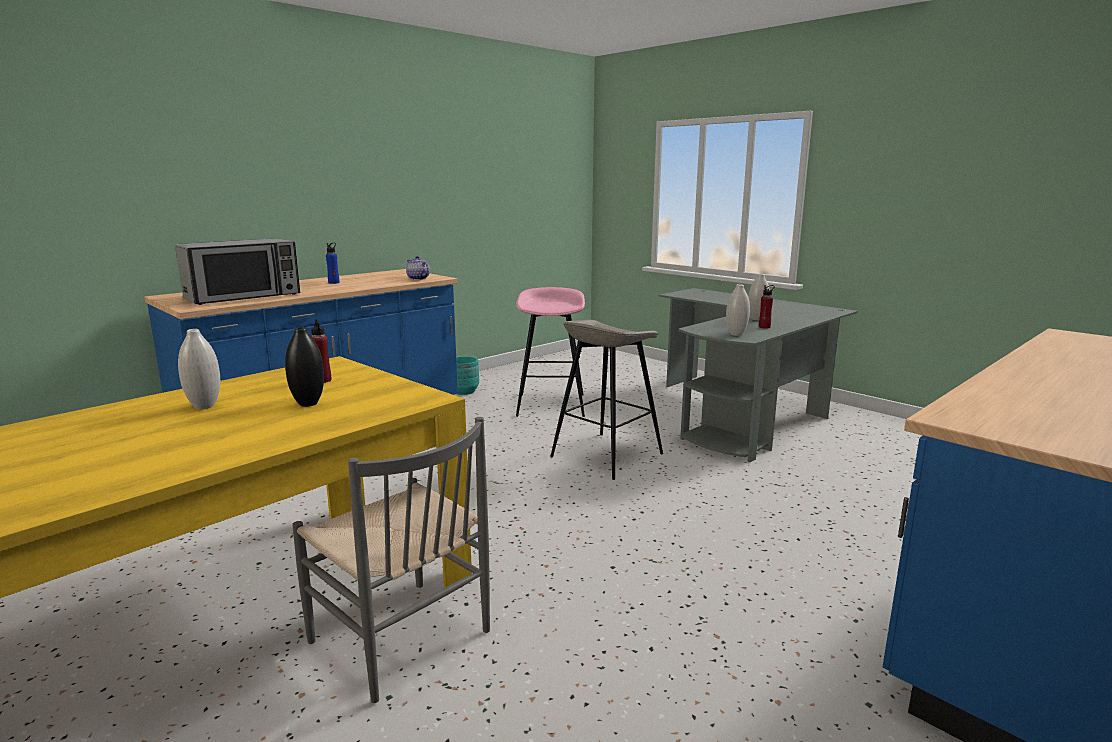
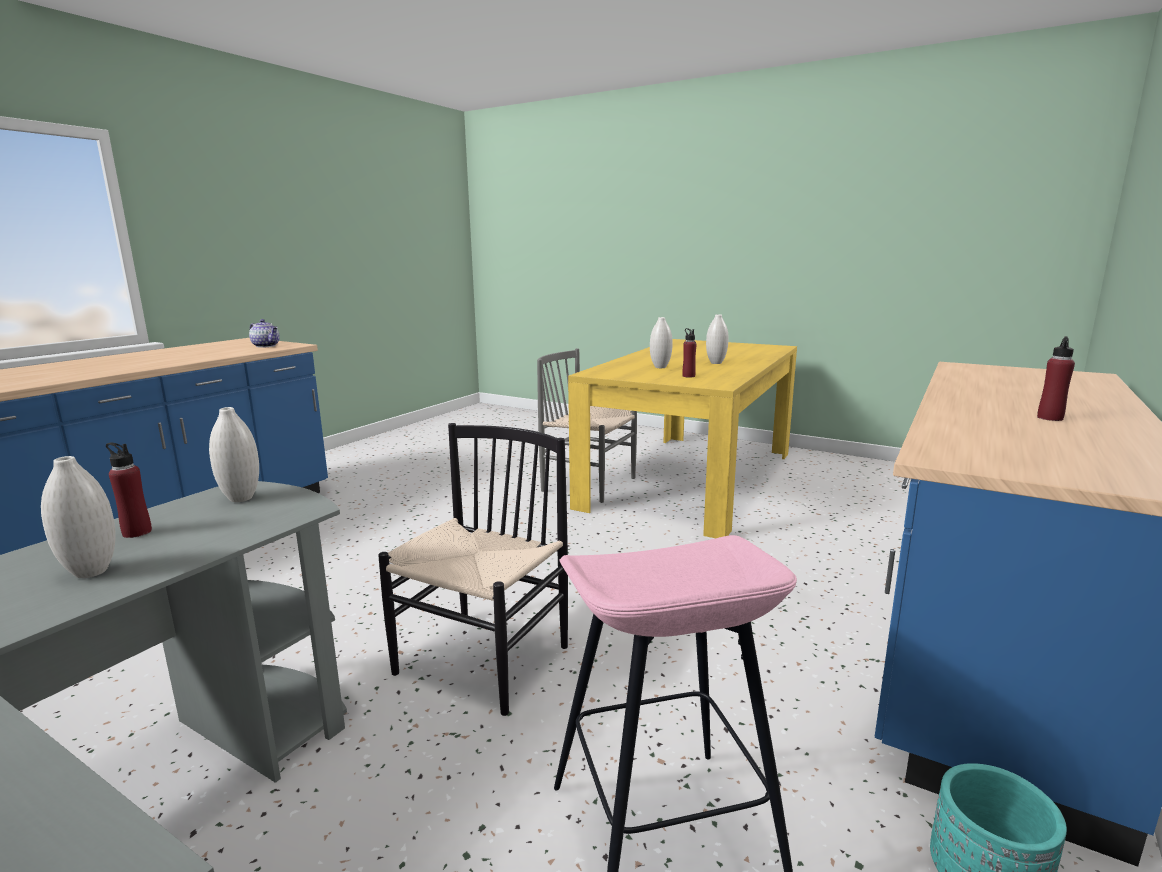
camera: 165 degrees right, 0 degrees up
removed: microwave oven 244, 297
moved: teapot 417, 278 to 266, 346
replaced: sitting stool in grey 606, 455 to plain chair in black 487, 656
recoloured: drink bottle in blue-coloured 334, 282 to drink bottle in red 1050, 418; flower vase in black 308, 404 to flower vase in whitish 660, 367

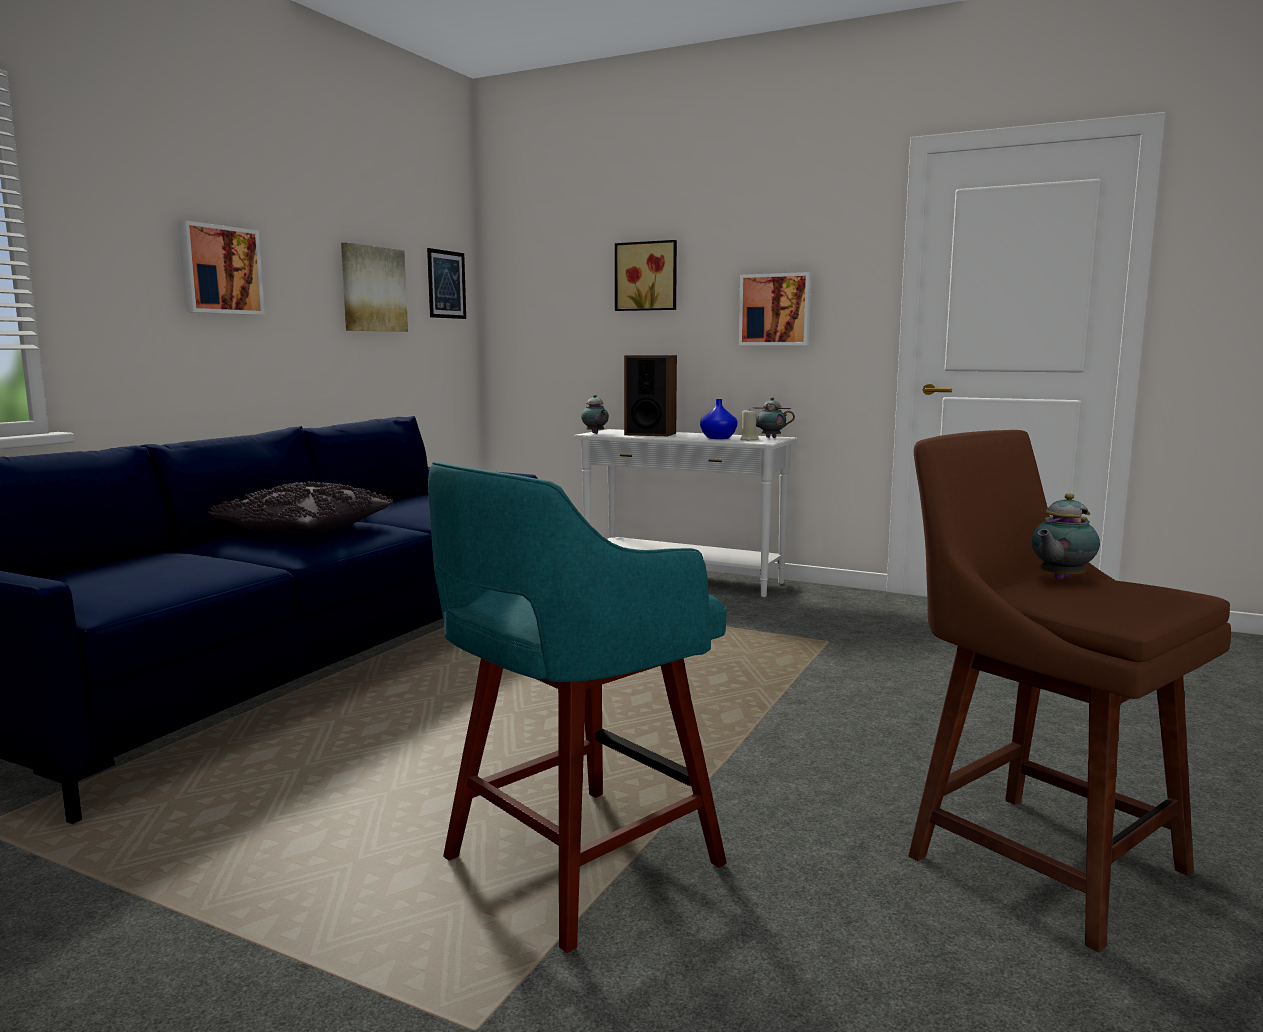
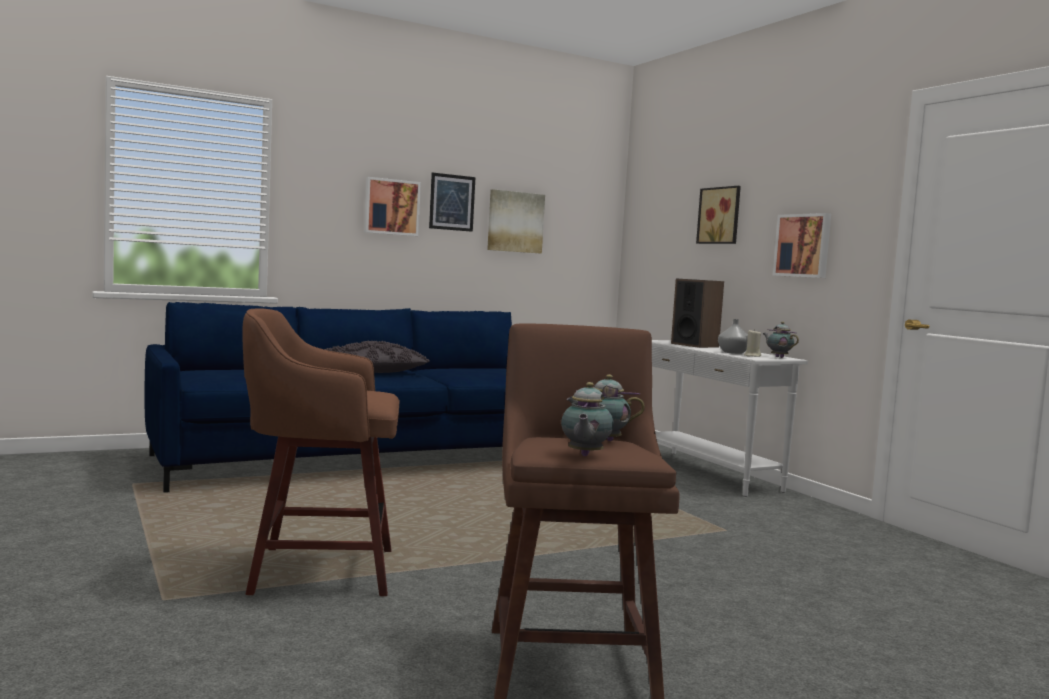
camera: 35 degrees right, 5 degrees down
moved: picture 446, 284 to 452, 202; teapot 595, 433 to 584, 455
recoloured: flower vase in blue-coloured 719, 438 to flower vase in grey 734, 352; sitting stool in turquoise-coloured 575, 864 to sitting stool in brown-coloured 318, 570

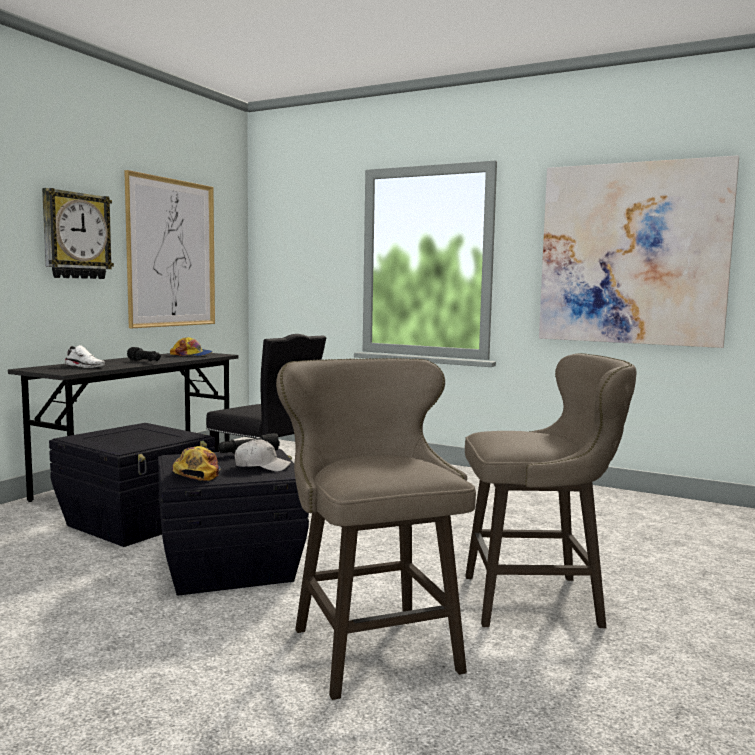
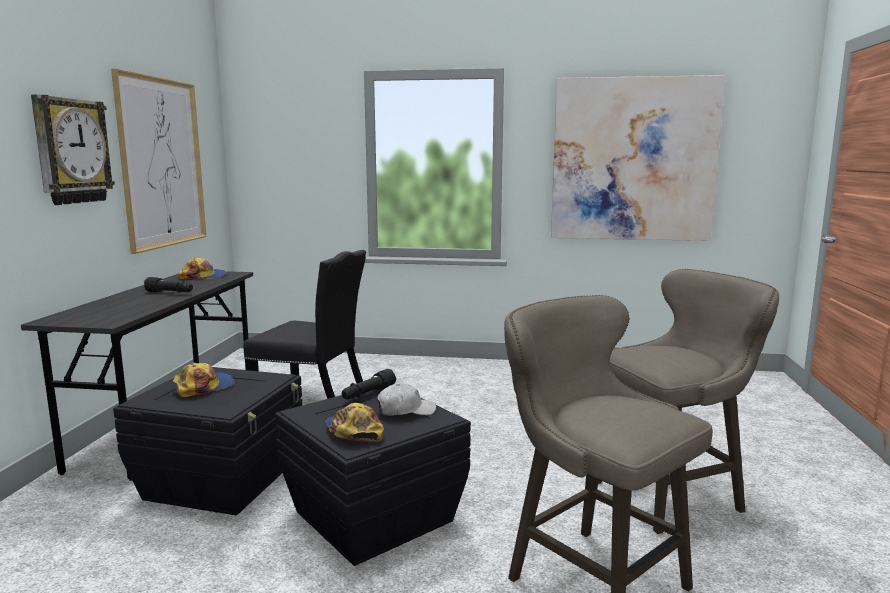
camera: 20 degrees left, 5 degrees up
removed: low shoe in whitish 86, 366
added: cap 204, 387

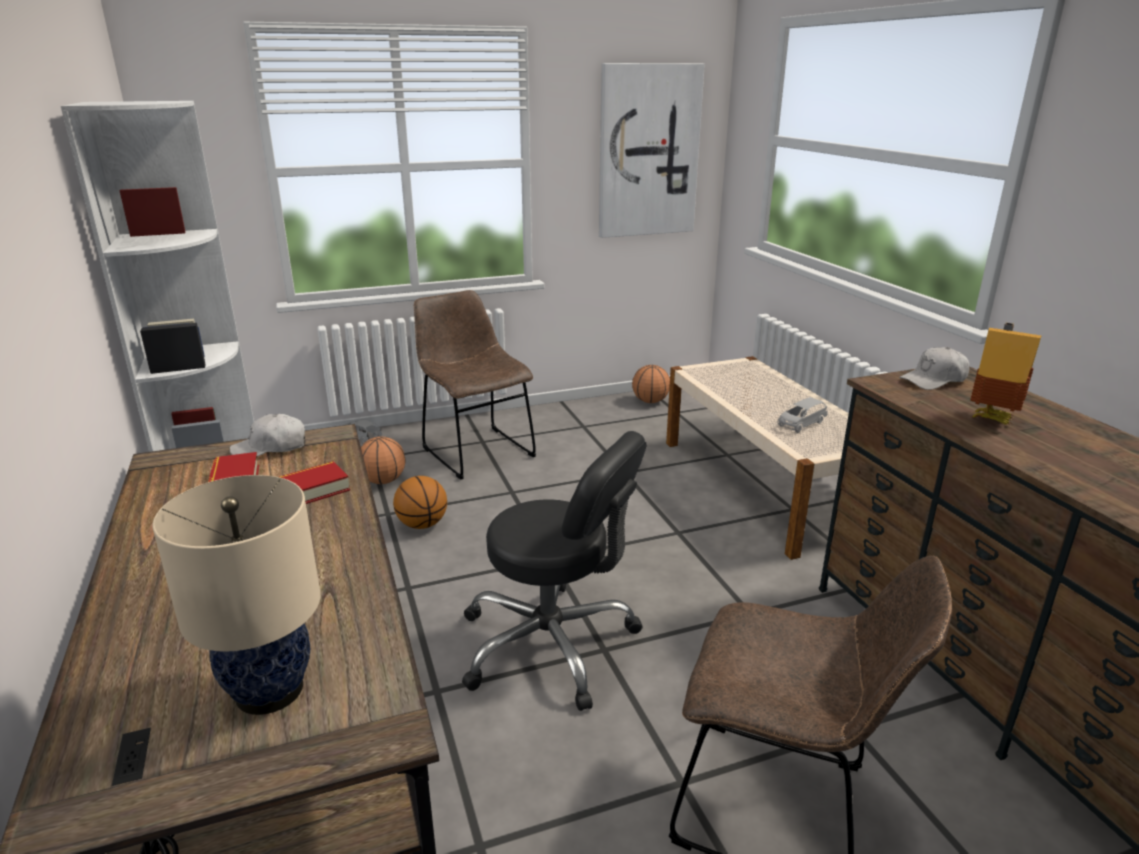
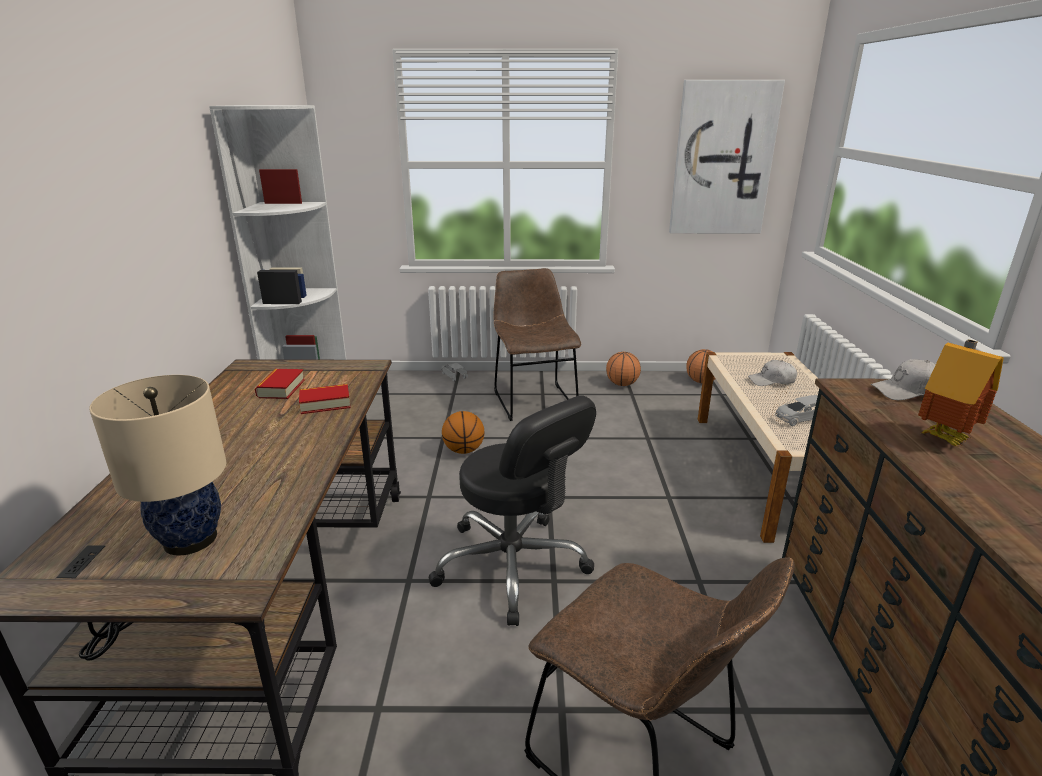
camera: 20 degrees right, 0 degrees up
moved: cap in whitish 270, 448 to 771, 381; ball for basketball 383, 481 to 622, 384

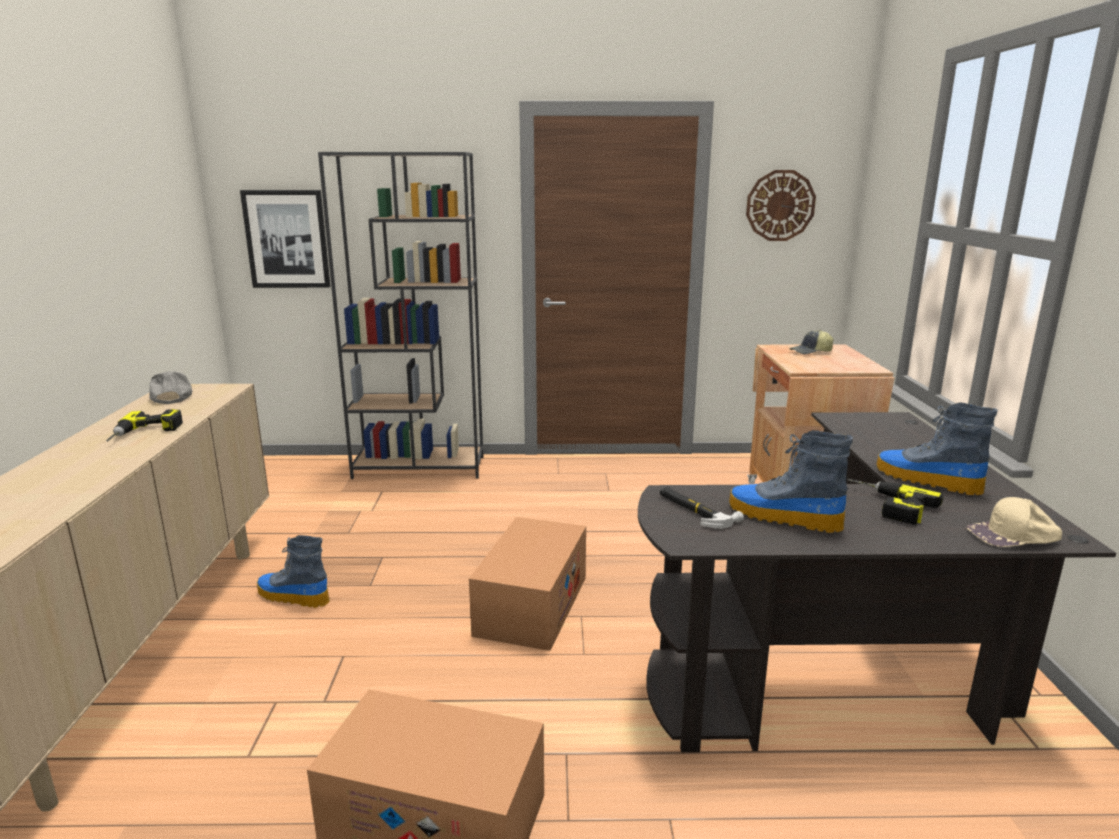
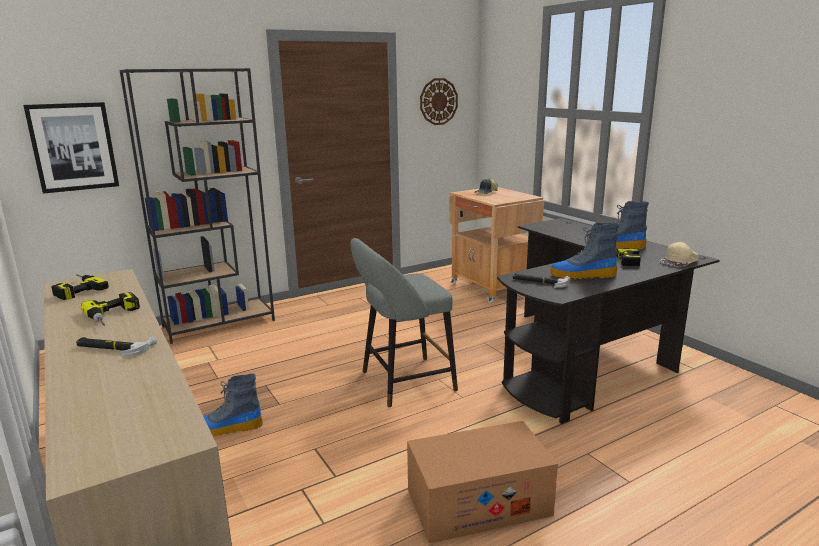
camera: 30 degrees left, 0 degrees up
added: tool hammer 113, 348
replaced: cap in grey 171, 396 to electric drill 75, 289; carton 532, 605 to sitting stool in grey 403, 382

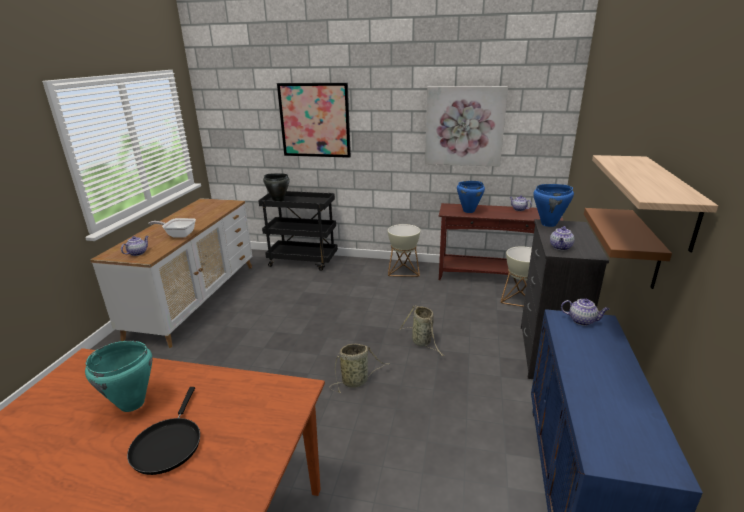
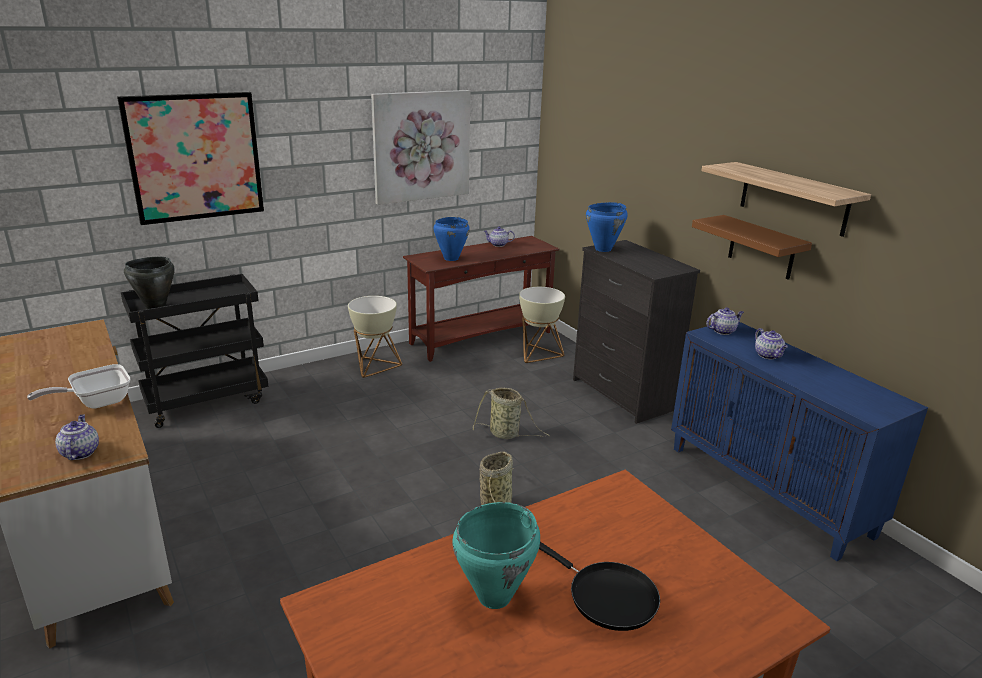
camera: 45 degrees left, 0 degrees up
moved: teapot 560, 247 to 768, 355

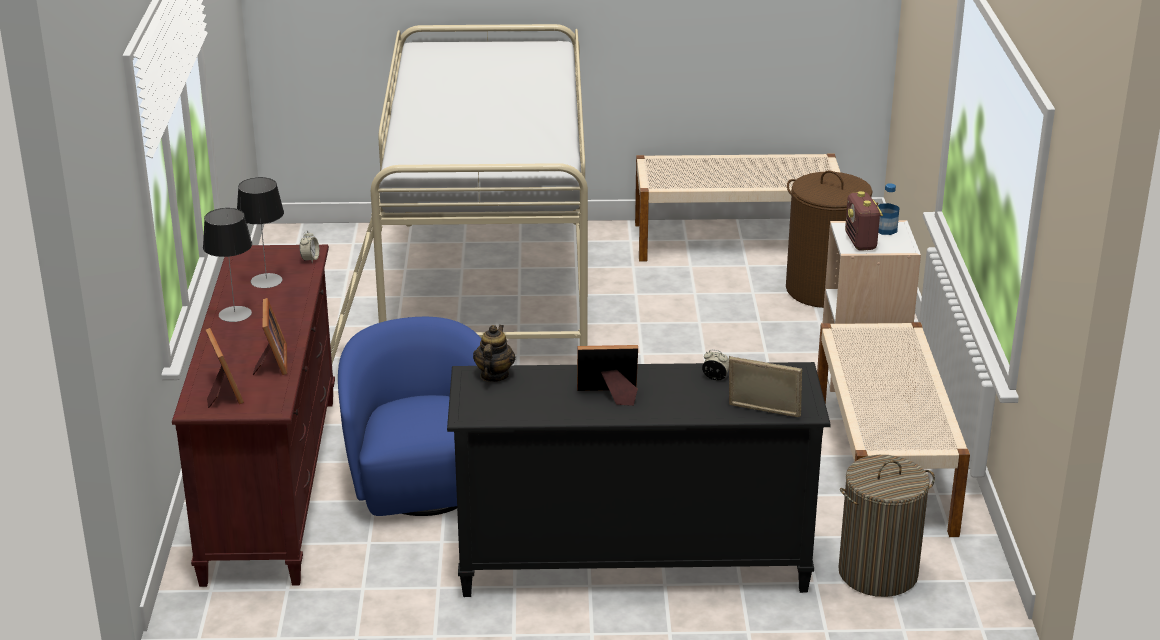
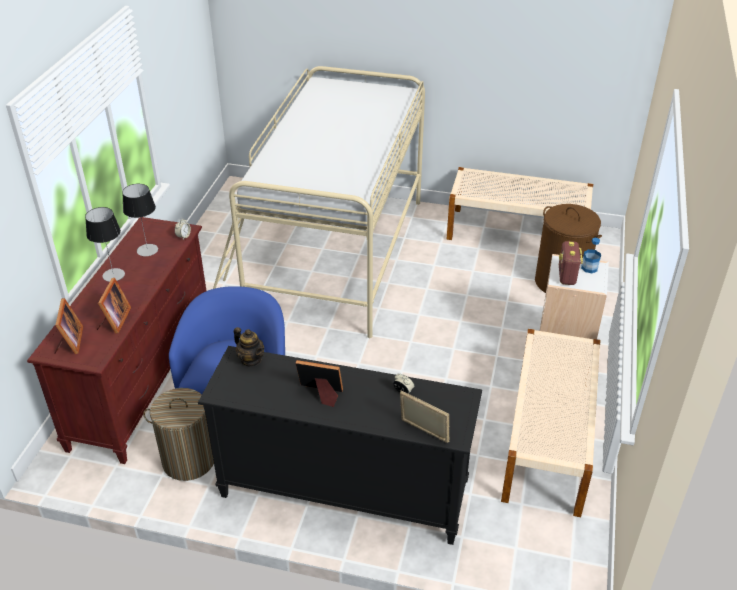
camera: 15 degrees right, 10 degrees up
moved: laundry basket 877, 573 to 188, 460
turned: teapot 494, 375 = 251, 360 105 degrees clockwise

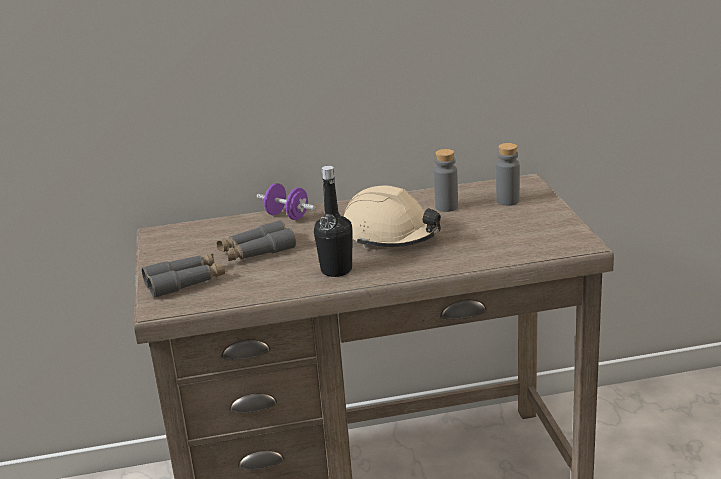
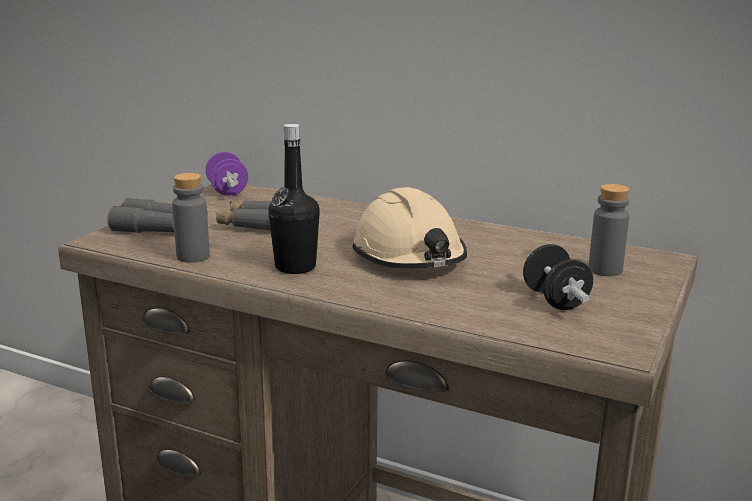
camera: 35 degrees right, 5 degrees down
added: free weight in black 555, 300
moved: drink bottle in grey 446, 207 to 193, 257; free weight in purple-coloured 287, 216 to 227, 191

